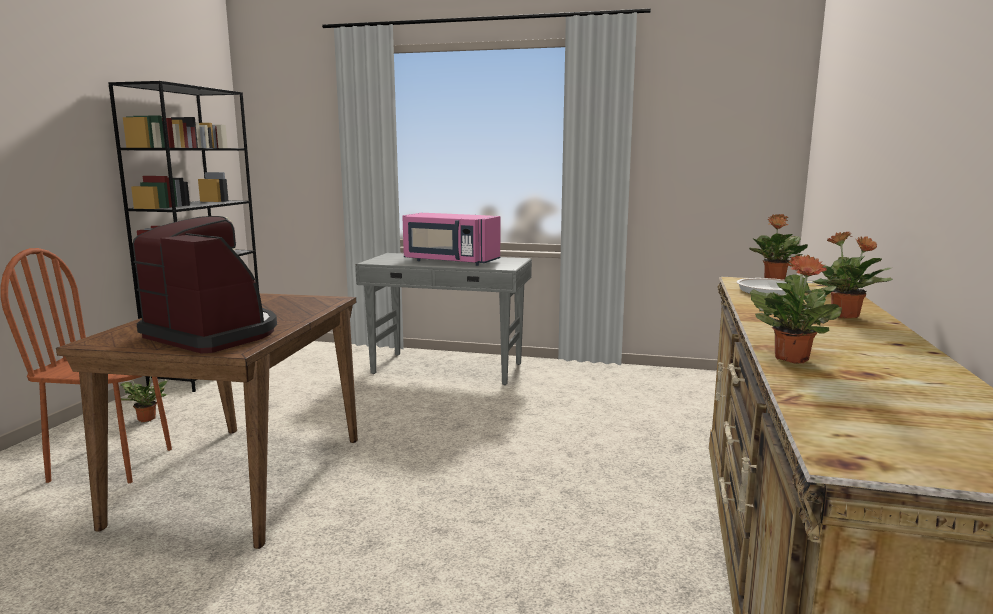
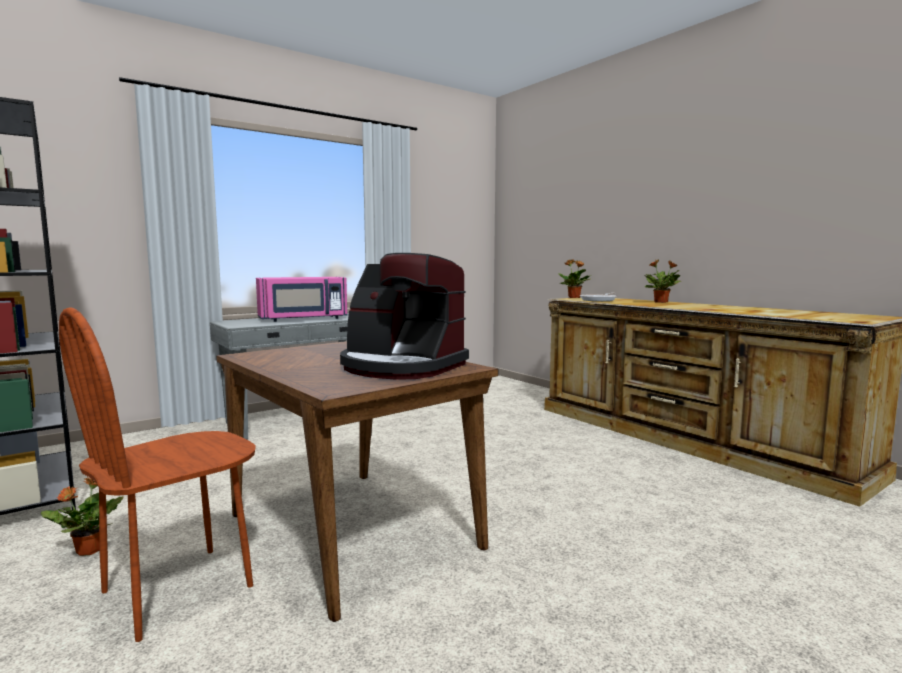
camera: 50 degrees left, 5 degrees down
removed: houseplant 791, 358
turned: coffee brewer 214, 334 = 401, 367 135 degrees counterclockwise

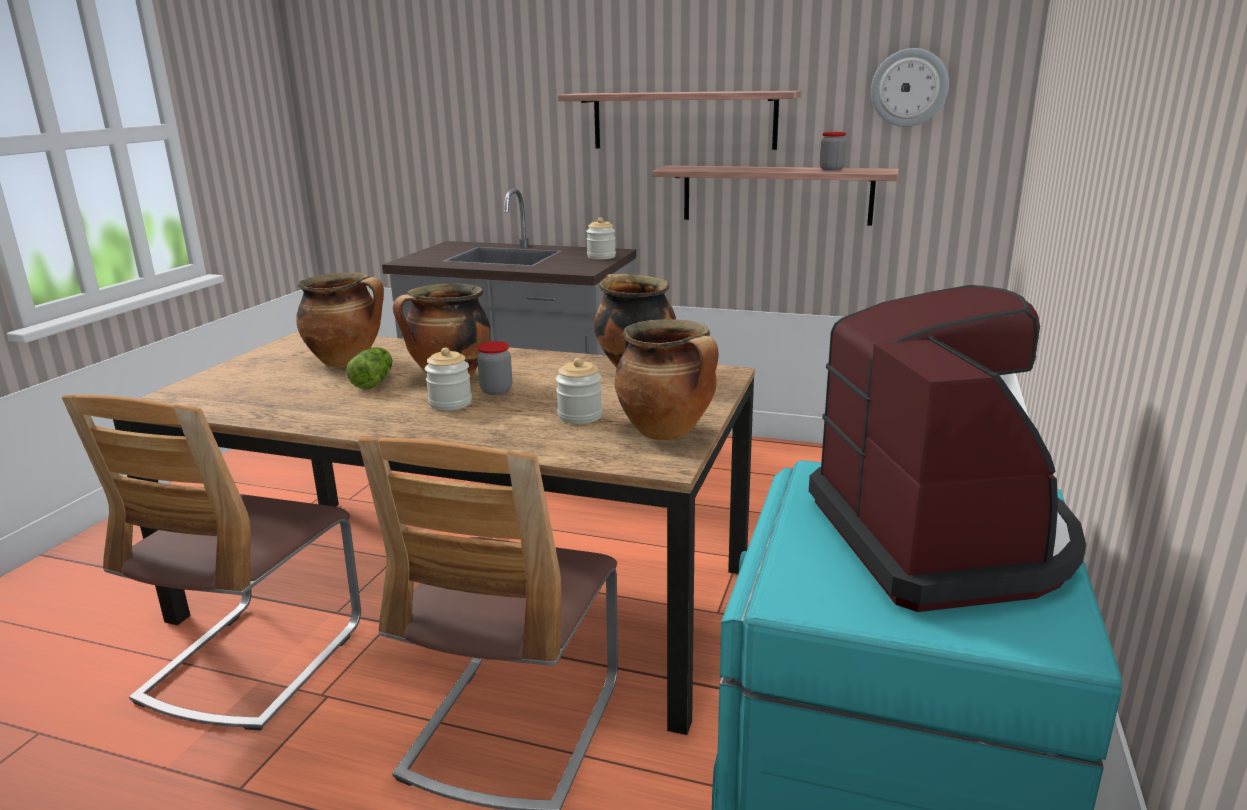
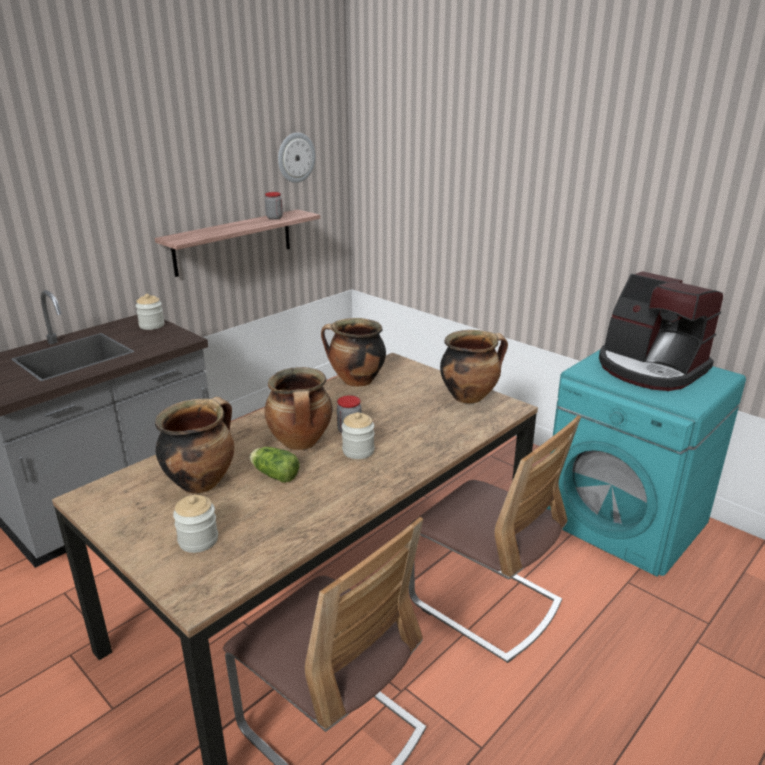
camera: 65 degrees left, 5 degrees up
removed: shelf 683, 120
moved: preserve jar 580, 416 to 198, 540
turned: coffee brewer 941, 537 = 650, 369 150 degrees counterclockwise

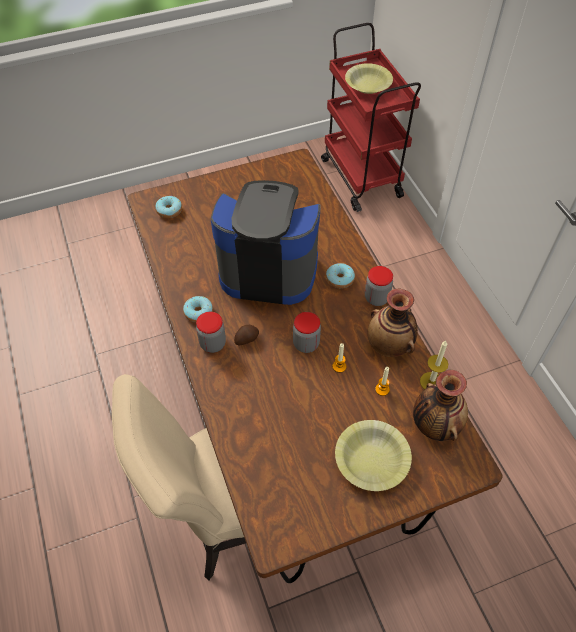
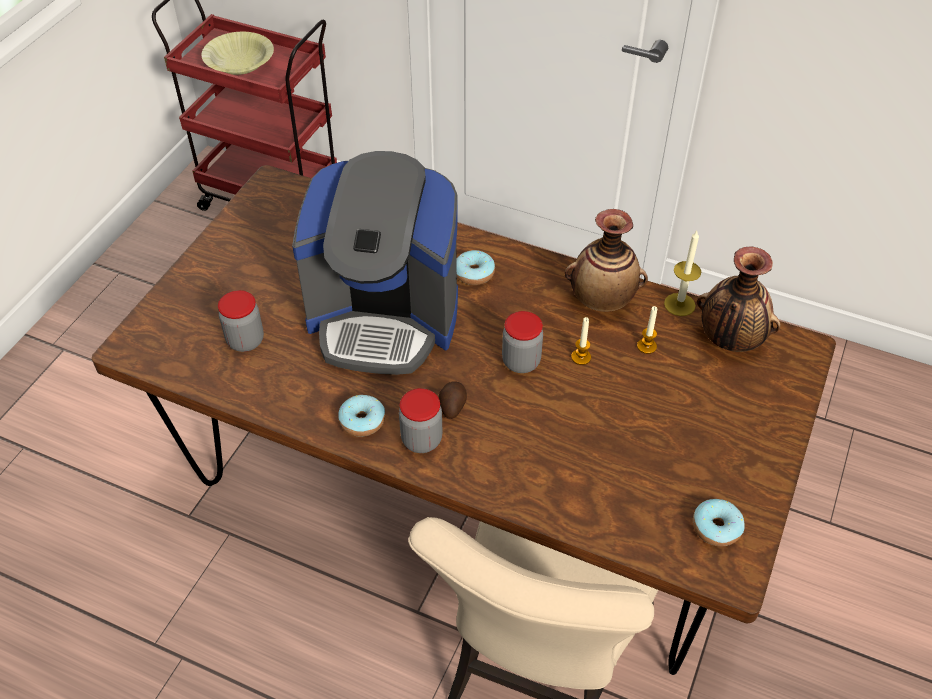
camera: 45 degrees left, 5 degrees down
removed: bowl in yellow 372, 460
moved: donut 169, 210 to 716, 527; preserve jar 376, 298 to 245, 340
turned: coffee brewer 268, 269 = 384, 318 135 degrees counterclockwise

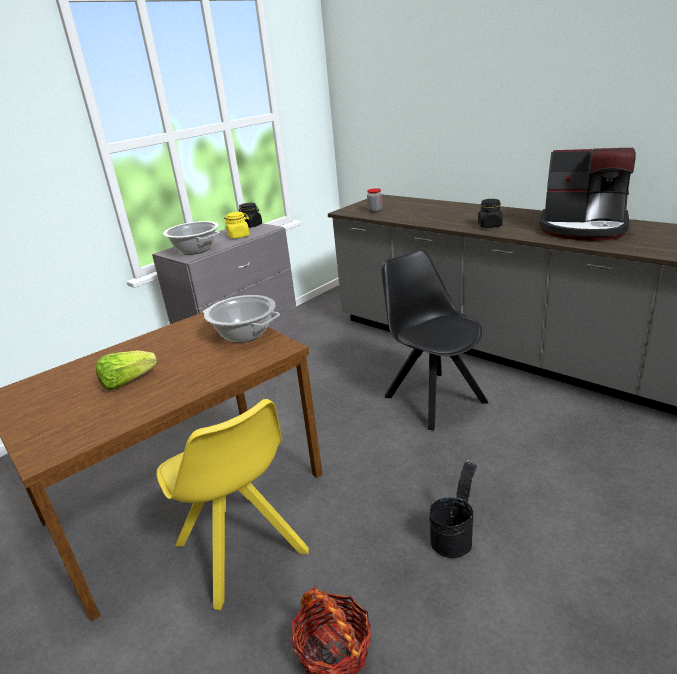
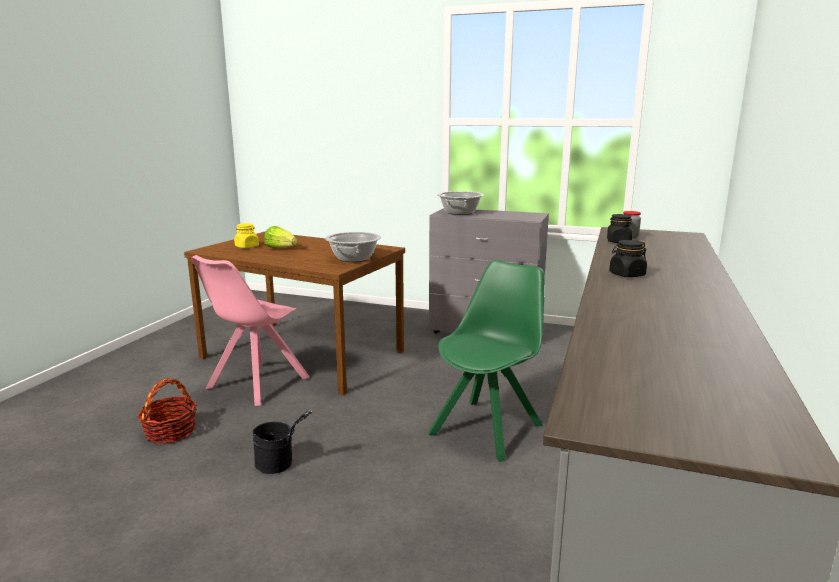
camera: 65 degrees right, 10 degrees down
removed: coffee brewer 583, 228
moved: preserve jar in black 251, 226 to 619, 242; preserve jar in yellow 239, 236 to 247, 247
recoloured: plain chair in black 433, 398 to plain chair in greenish 488, 428; plain chair in yellow 242, 550 to plain chair in pink-coloured 256, 384

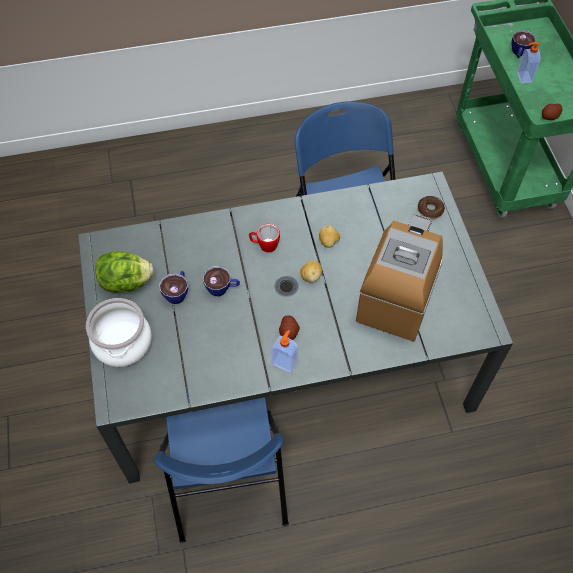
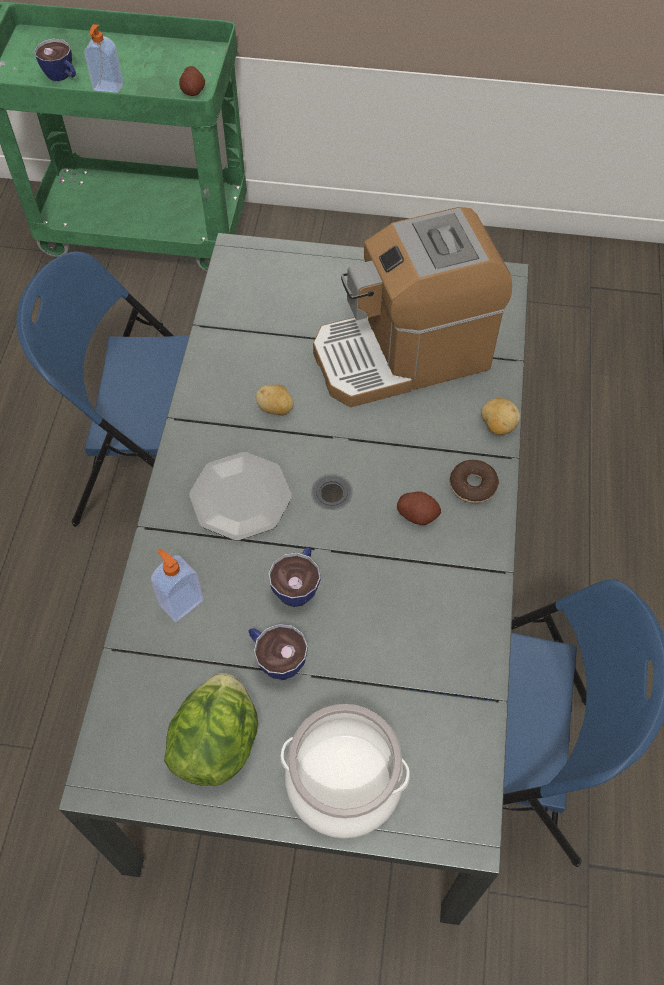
camera: 70 degrees left, 0 degrees up
moved: donut 430, 210 to 473, 486; whole potato 311, 276 to 497, 426; soap dispenser 285, 362 to 181, 602
replaced: tea mug 264, 245 to dinner plate 240, 498
turned: coffee brewer 399, 292 = 403, 354 60 degrees counterclockwise

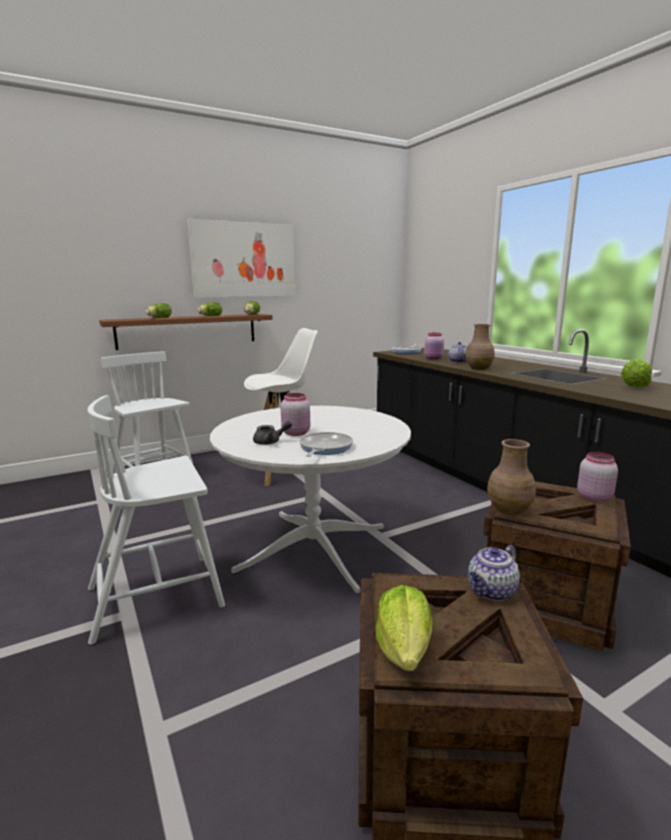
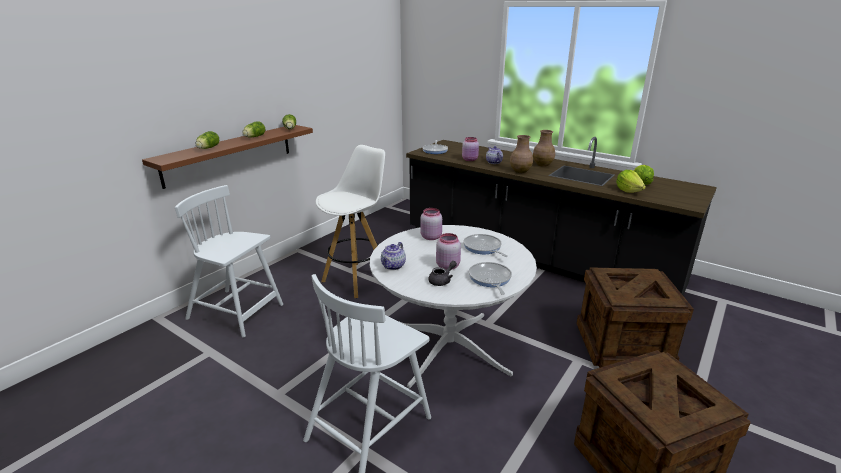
camera: 25 degrees left, 10 degrees up
removed: picture 243, 260
added: skillet 483, 248
moved: flower vase in brown-coloured 509, 510 to 543, 164; preserve jar in pink-coloured 594, 497 to 431, 237; teapot 491, 591 to 393, 266; lettuce head 404, 649 to 628, 191

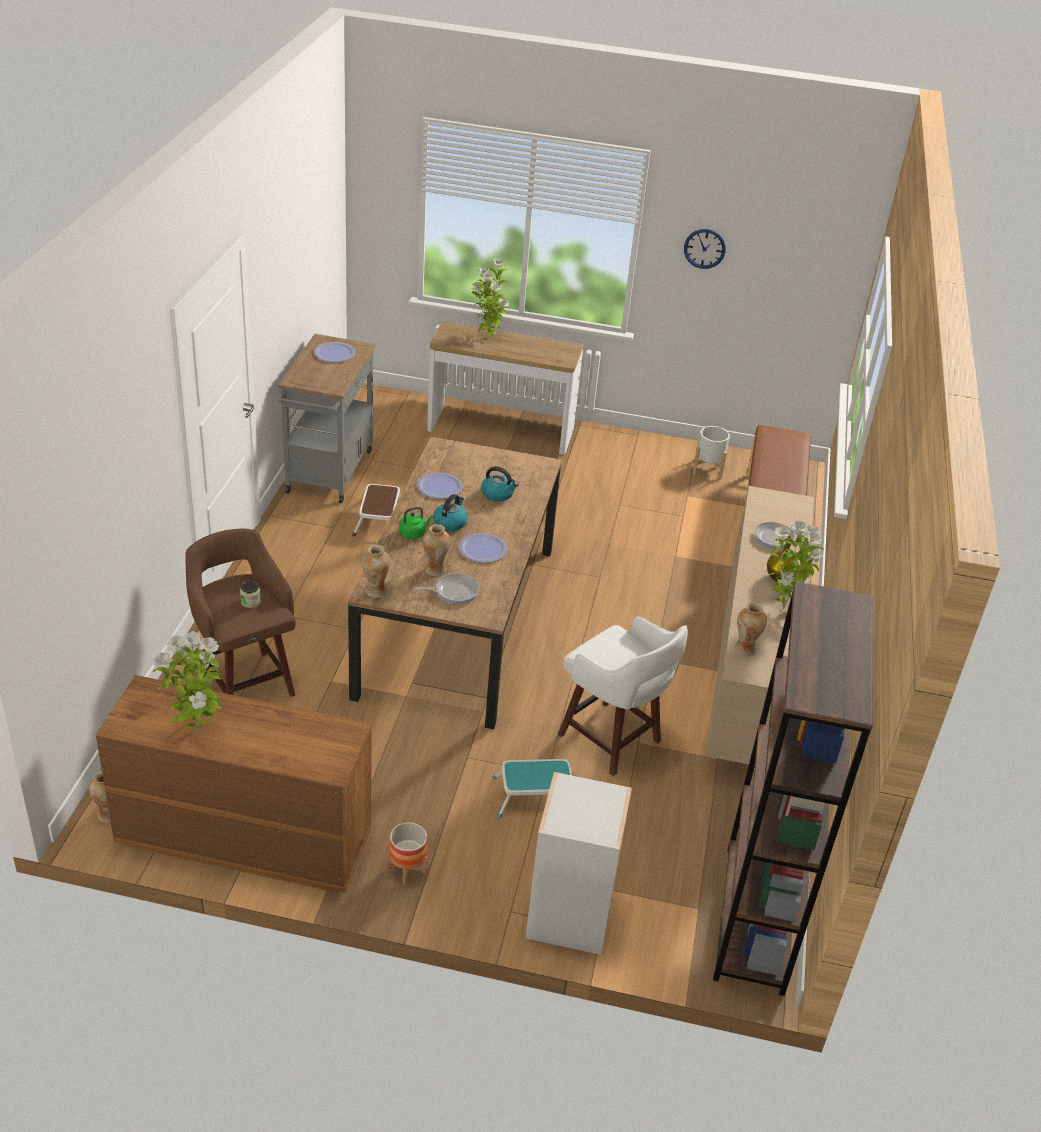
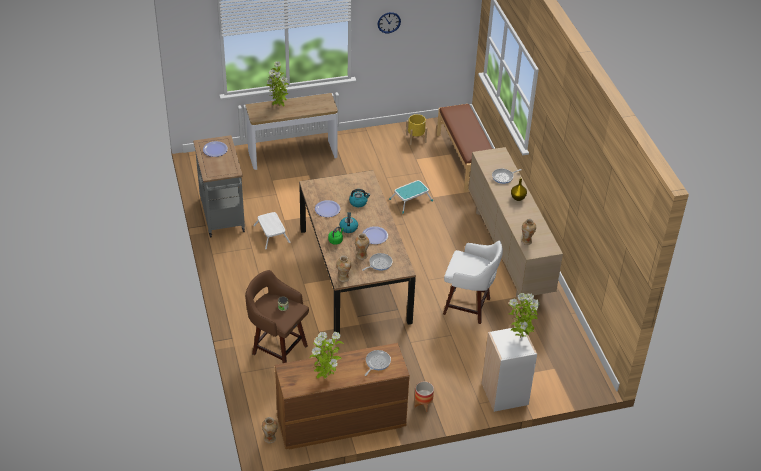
camera: 25 degrees left, 5 degrees up
removed: bookshelf in brown-coloured 754, 919
added: skillet 377, 363
moved: houseplant 784, 608 to 520, 337; step stool in turquoise-coloured 535, 795 to 410, 200
recoloured: plant pot in whitish 708, 469 to plant pot in yellow 416, 138; step stool in brown-coloured 380, 519 to step stool in whitish 272, 234

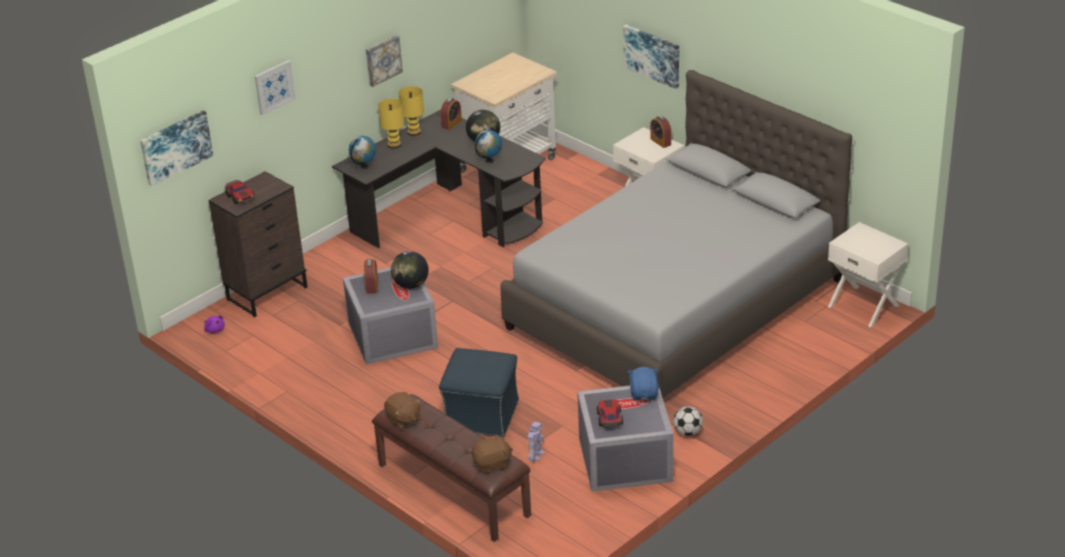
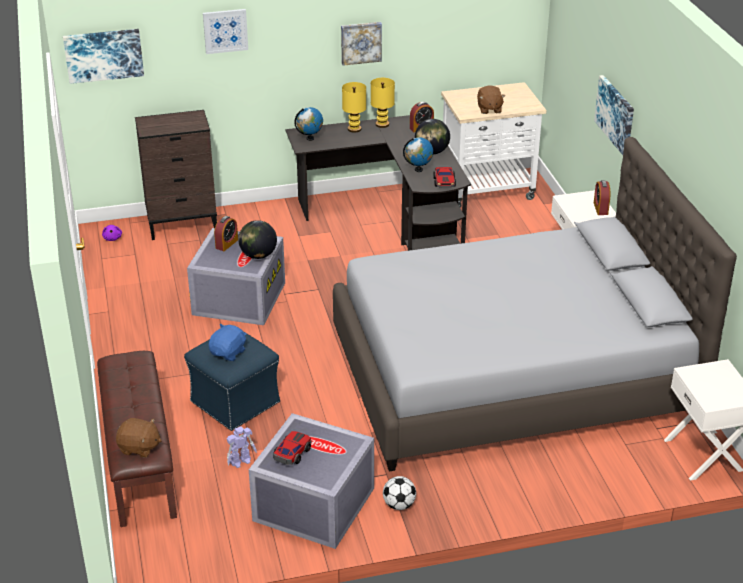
camera: 30 degrees right, 0 degrees up
moved: toy car 240, 196 to 444, 181; cuddly toy in blue-coloured 644, 393 to 228, 353; cuddly toy in brown-coloured 403, 419 to 489, 109

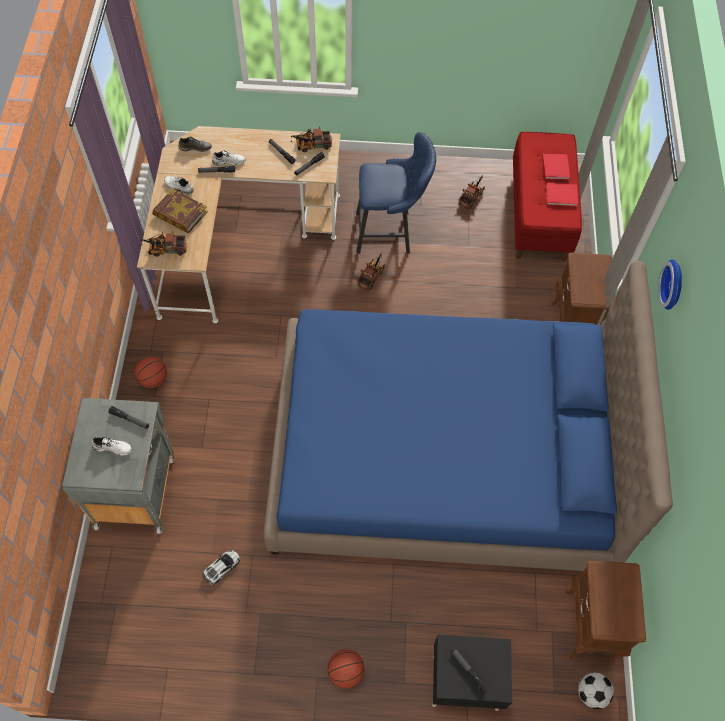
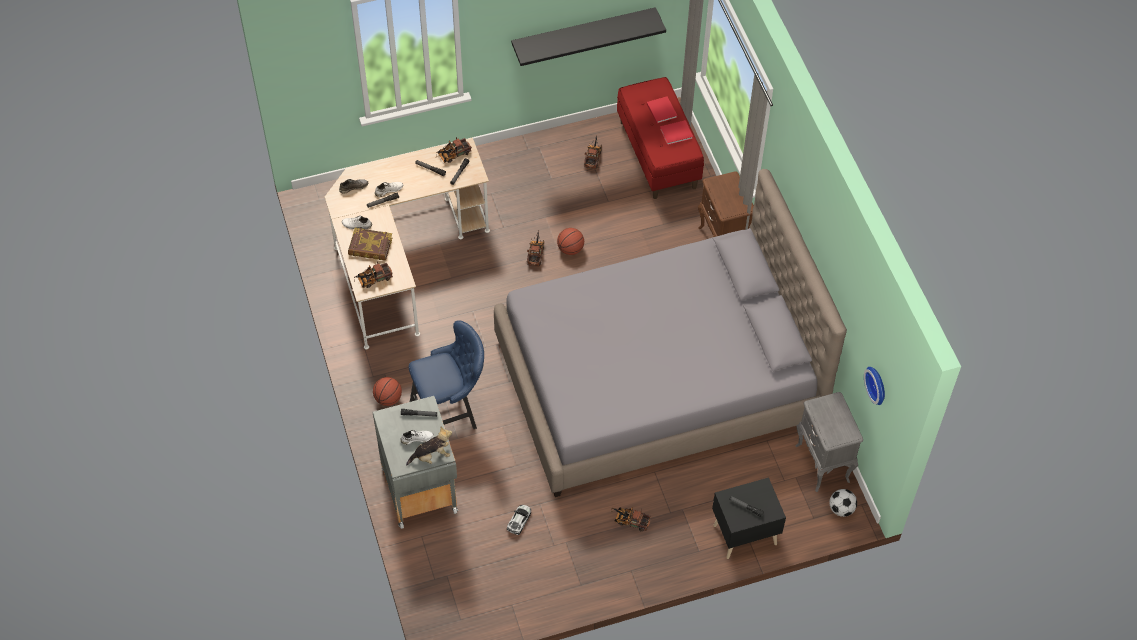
camera: 20 degrees left, 5 degrees down
added: shelf in black 583, 33; cuddly toy 432, 456; toy lorry 629, 521
moved: sitting stool in blue-coloured 391, 232 to 451, 413; clock on the wall 674, 284 to 877, 384; ball for basketball 345, 672 to 570, 249
recoloured: bedroom bed in blue-coloured 442, 456 to bedroom bed in grey 658, 379; night table in brown-coloured 589, 626 to night table in grey 822, 464

